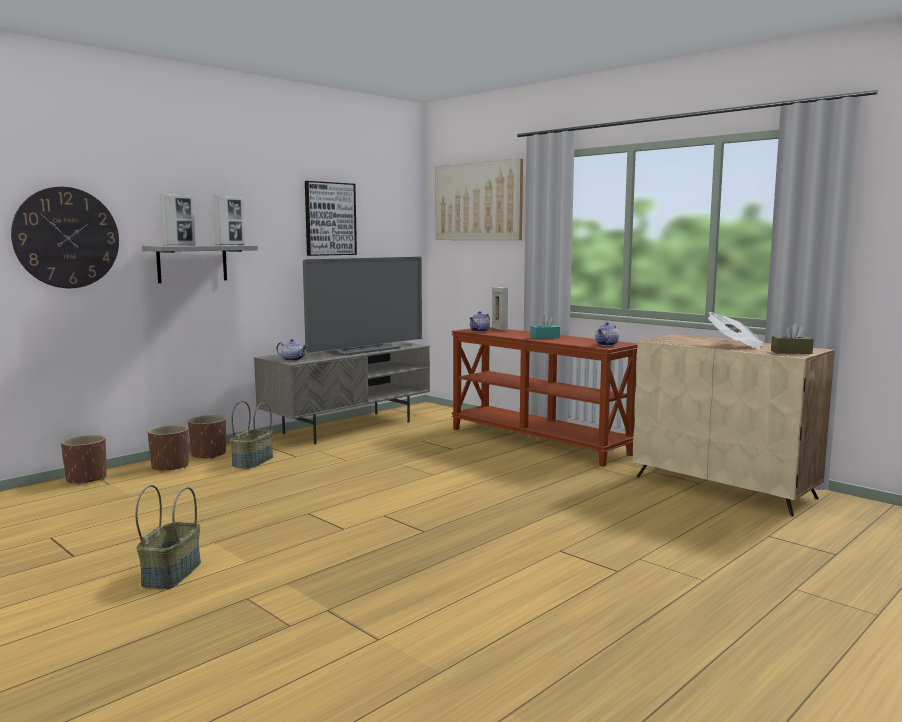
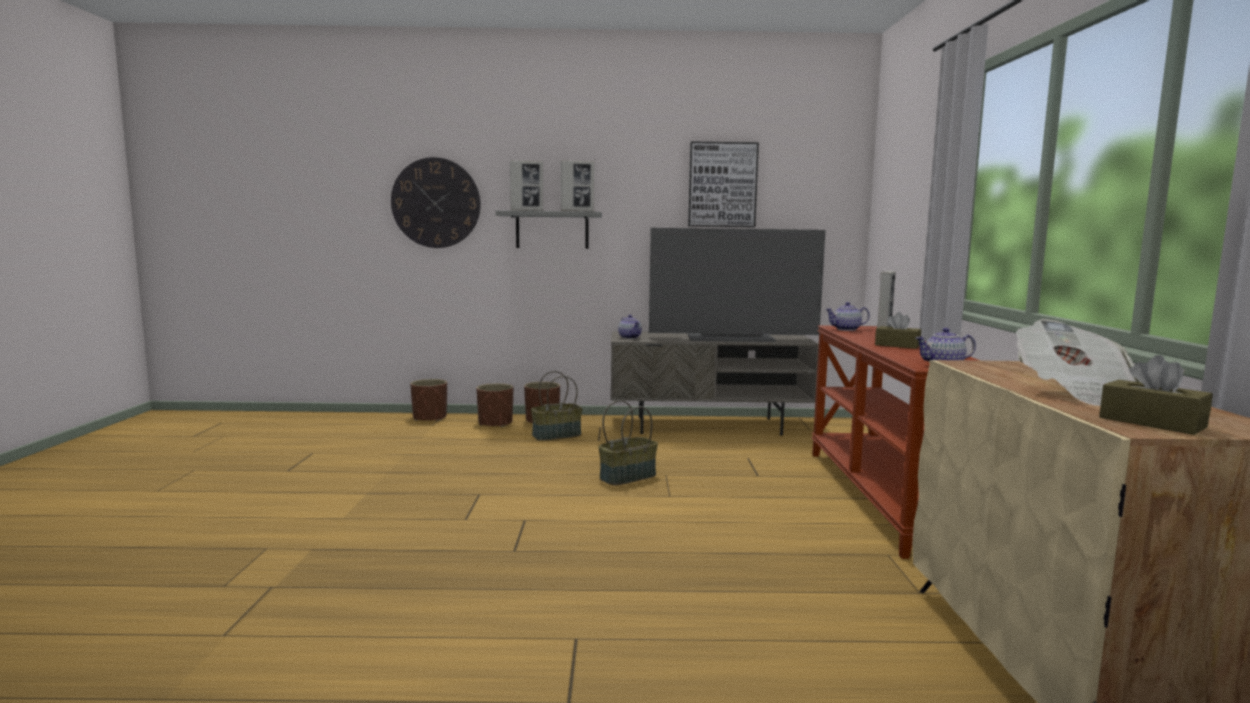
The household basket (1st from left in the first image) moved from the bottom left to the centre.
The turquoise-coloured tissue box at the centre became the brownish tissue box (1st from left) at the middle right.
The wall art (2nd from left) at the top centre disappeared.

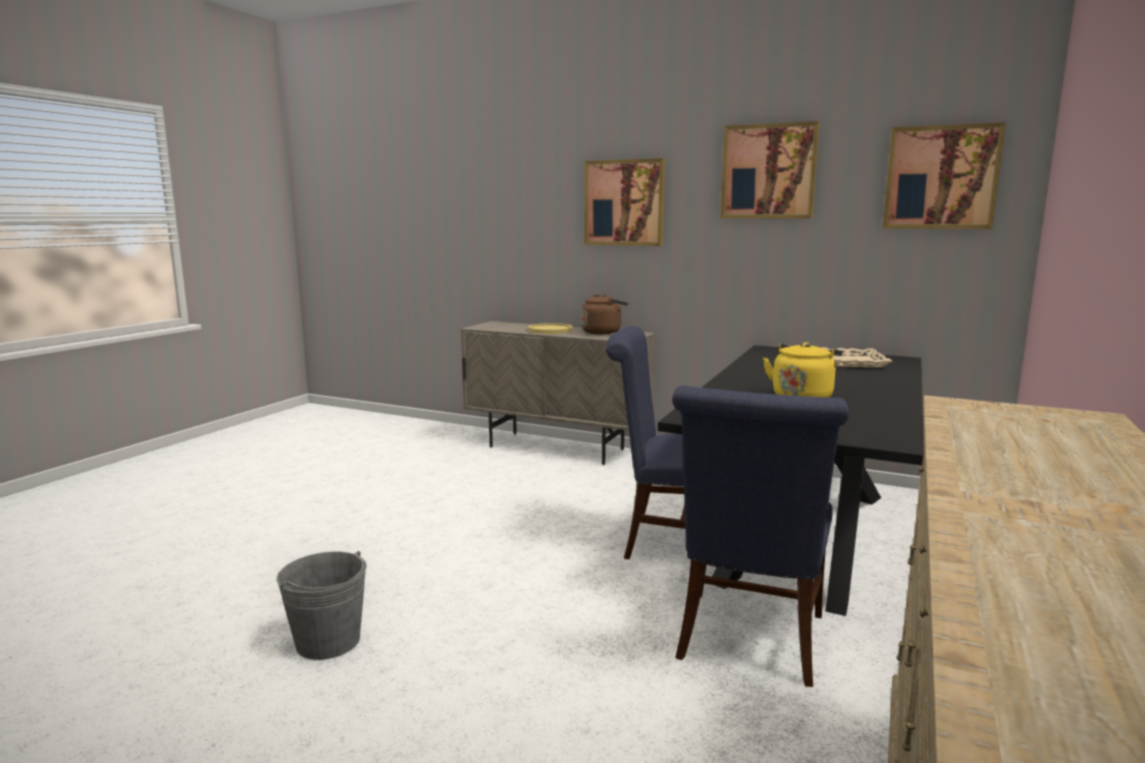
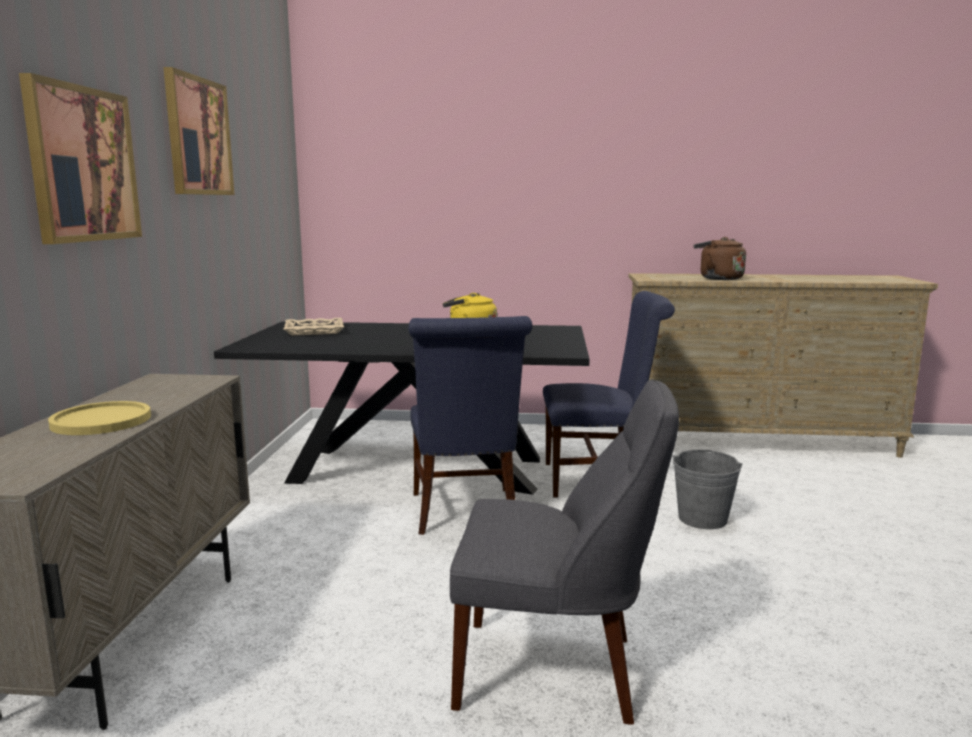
The gray chair at the bottom centre appeared.
The gray bucket moved from the bottom left to the middle right.
The brownish water kettle moved from the centre to the middle right.
The wall art (3rd from left) at the top right disappeared.

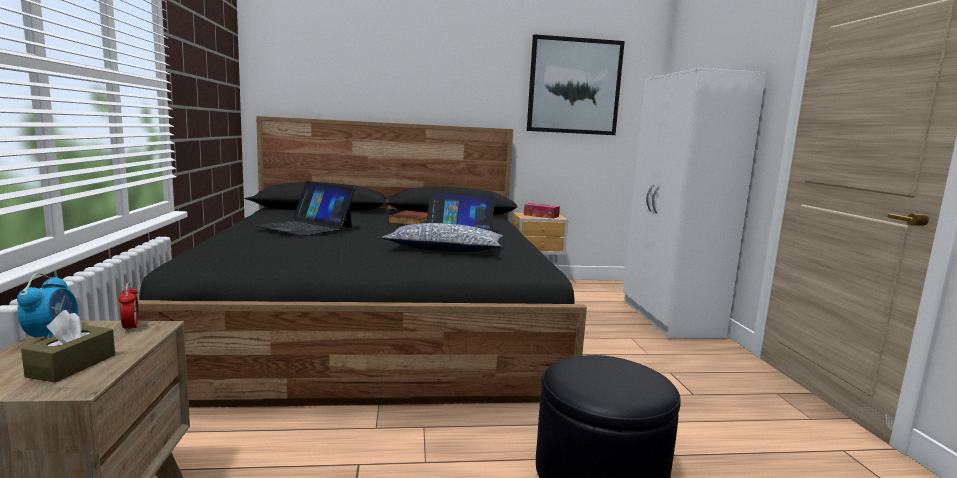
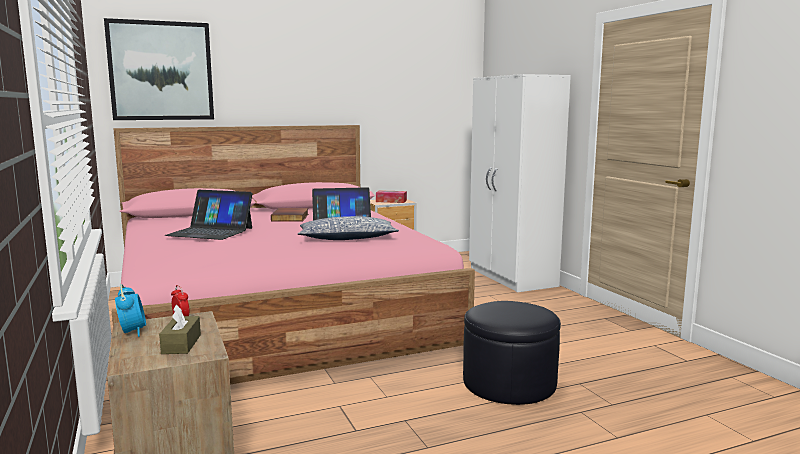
The wall art moved from the top centre to the top left.
The black-coloured bed at the centre became the pinkish bed at the centre.

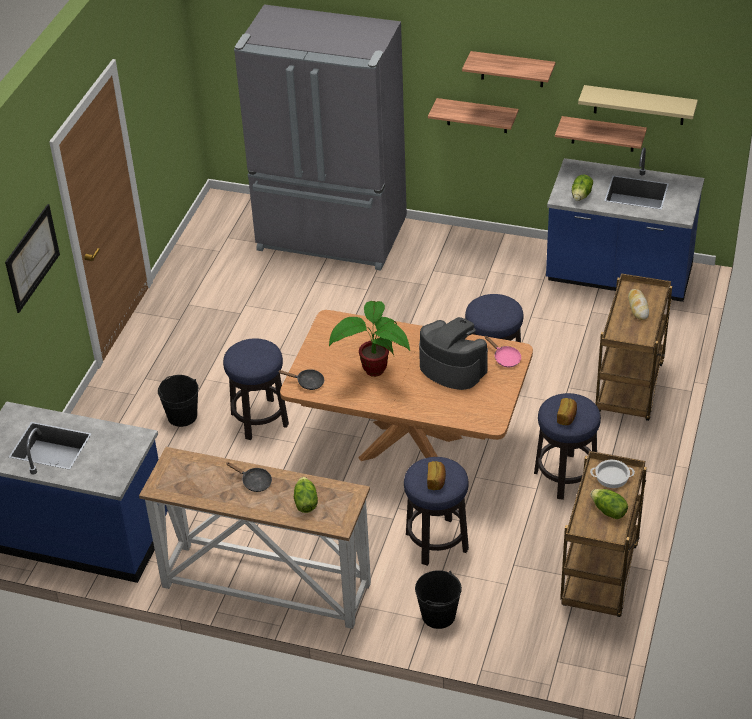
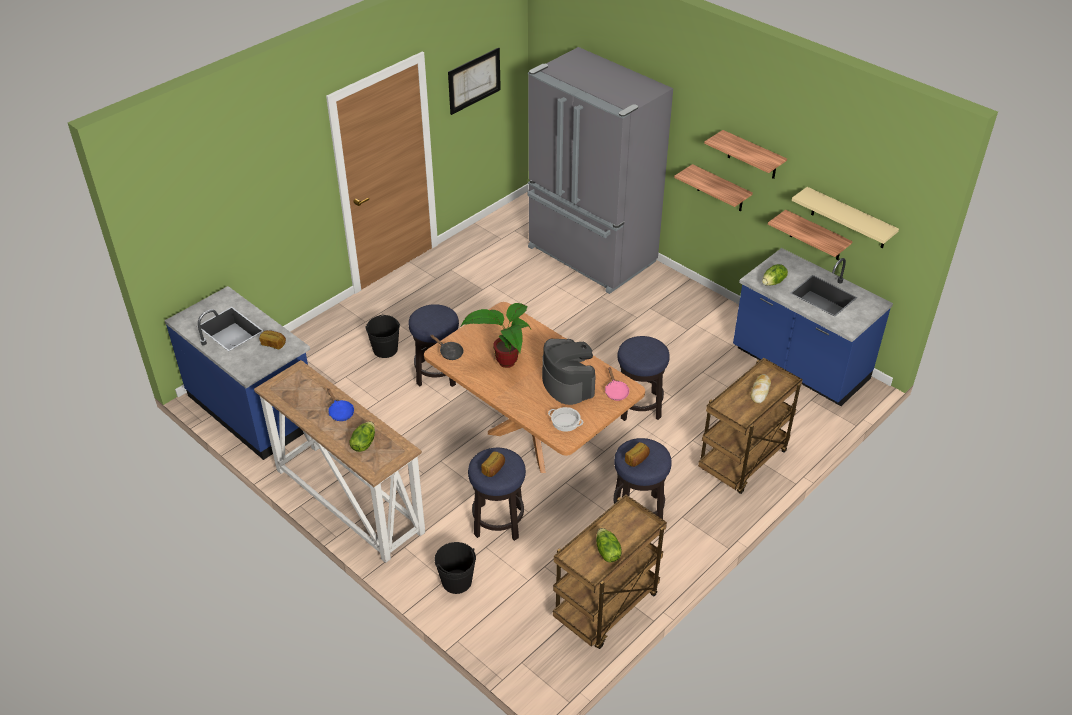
The bread (1st from left) at the middle left appeared.
The black-coloured pan (1st from left) at the middle left became the blue-coloured pan at the middle left.
The wall art moved from the middle left to the top centre.
The saucepot moved from the middle right to the centre.

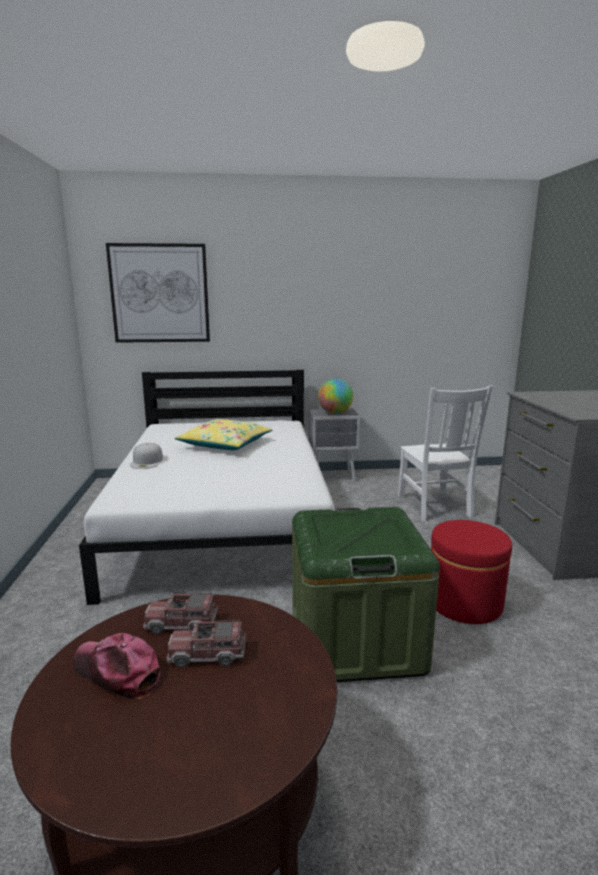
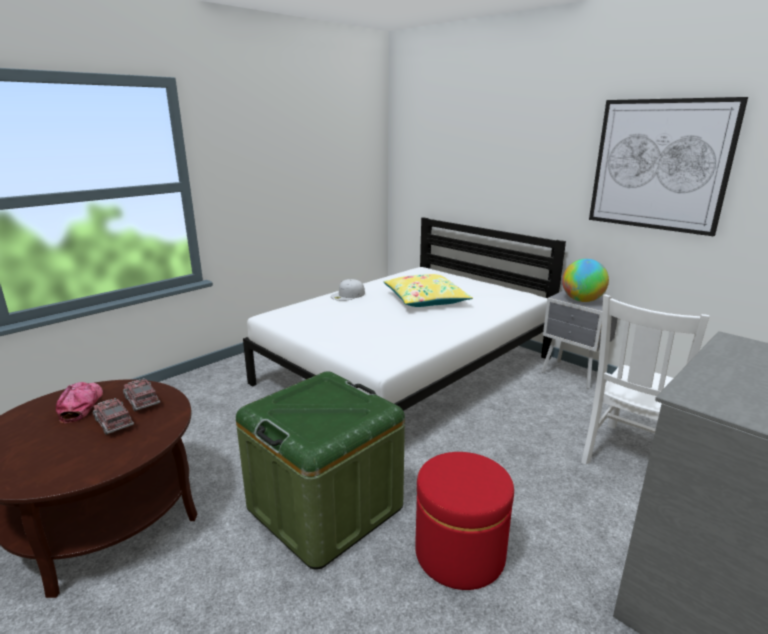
The wall art moved from the middle left to the top right.

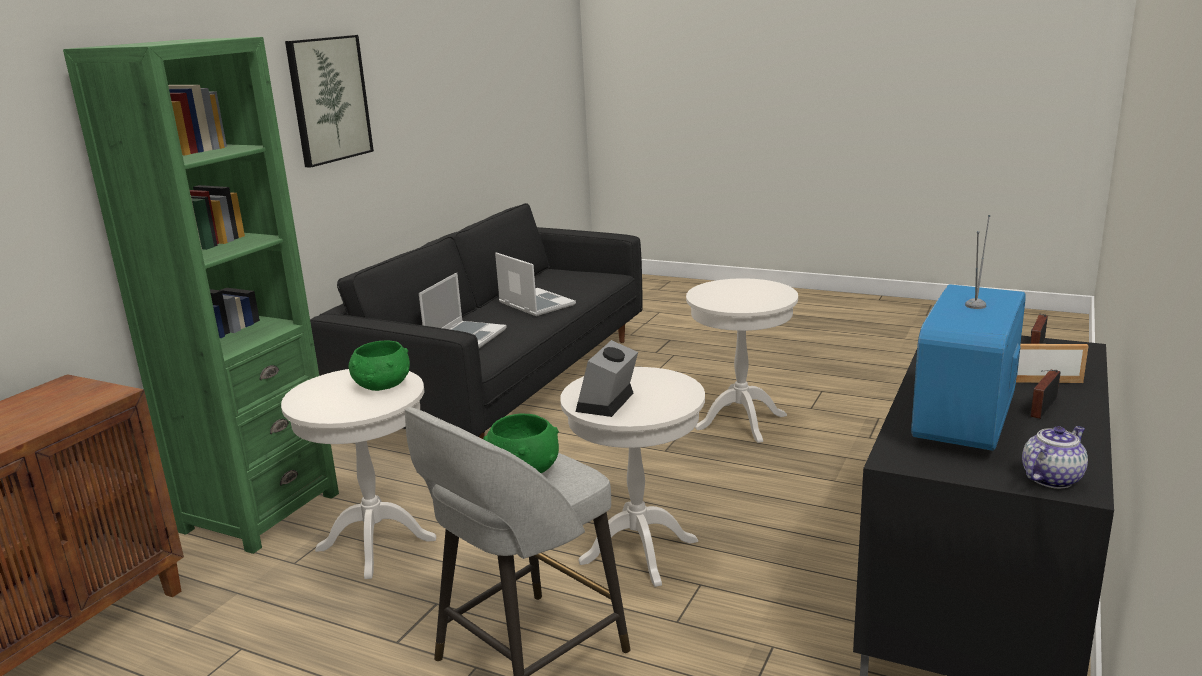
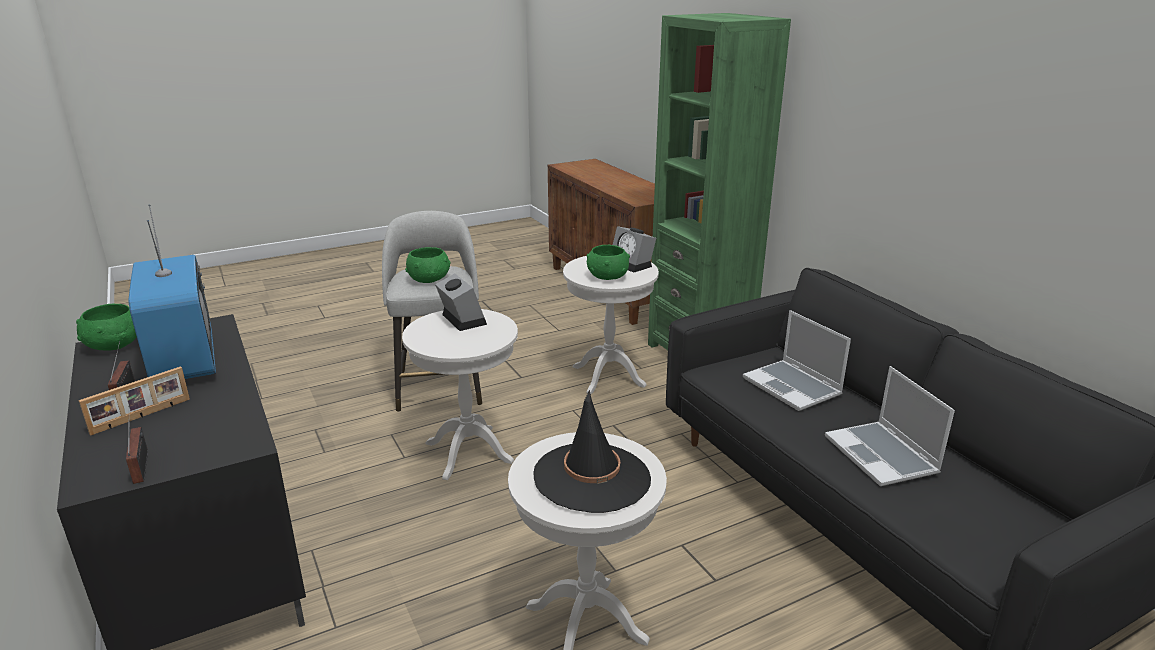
The pot for tea at the bottom right was replaced by the green serving bowl (1st from left) at the middle left.
The black-coloured hat at the bottom centre appeared.
The table clock (2nd from left) at the centre appeared.
The notebook computer (2nd from left) at the centre turned 75 degrees clockwise.
The wall art at the top left disappeared.

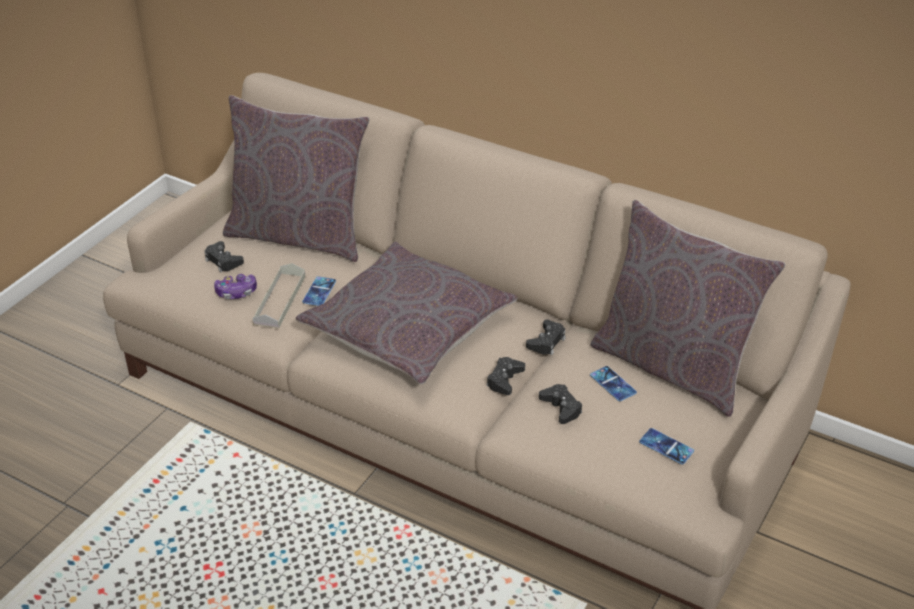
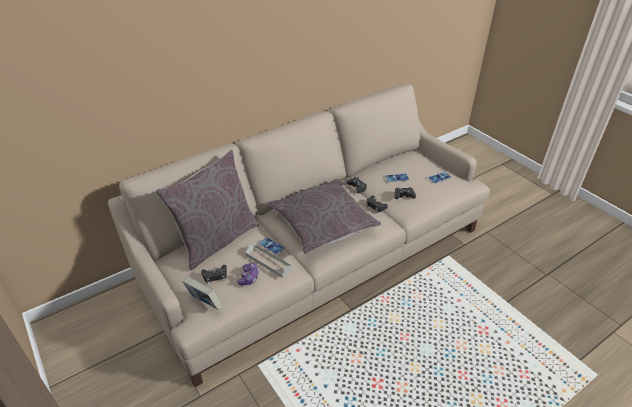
The book at the bottom left appeared.
The gray throw pillow (3rd from left) at the middle right disappeared.

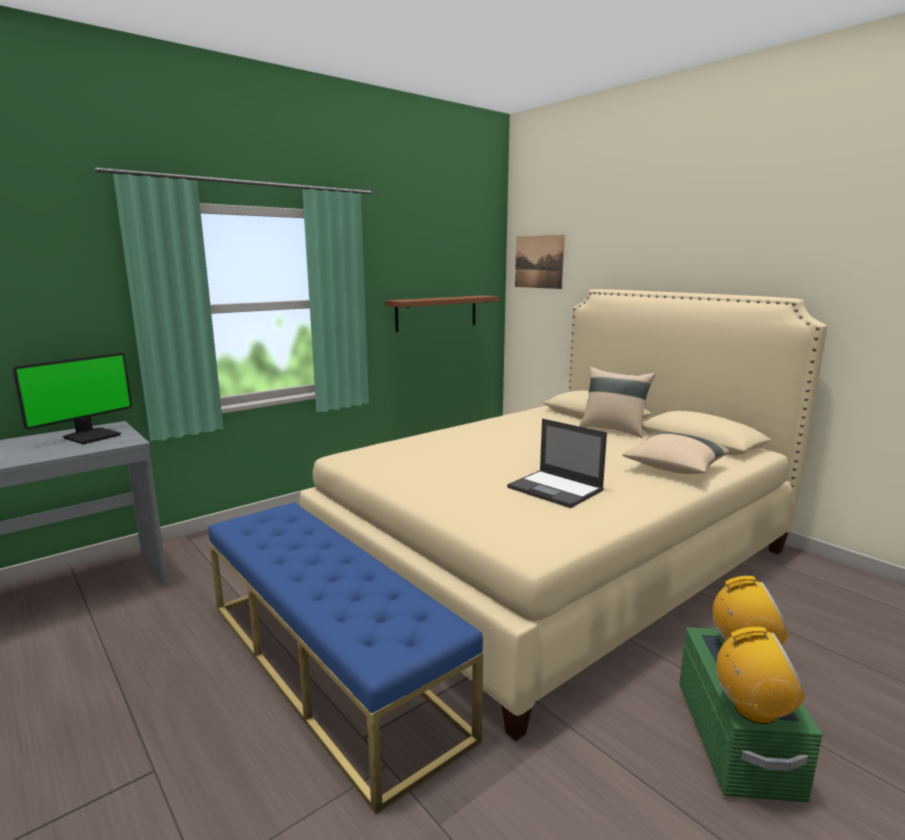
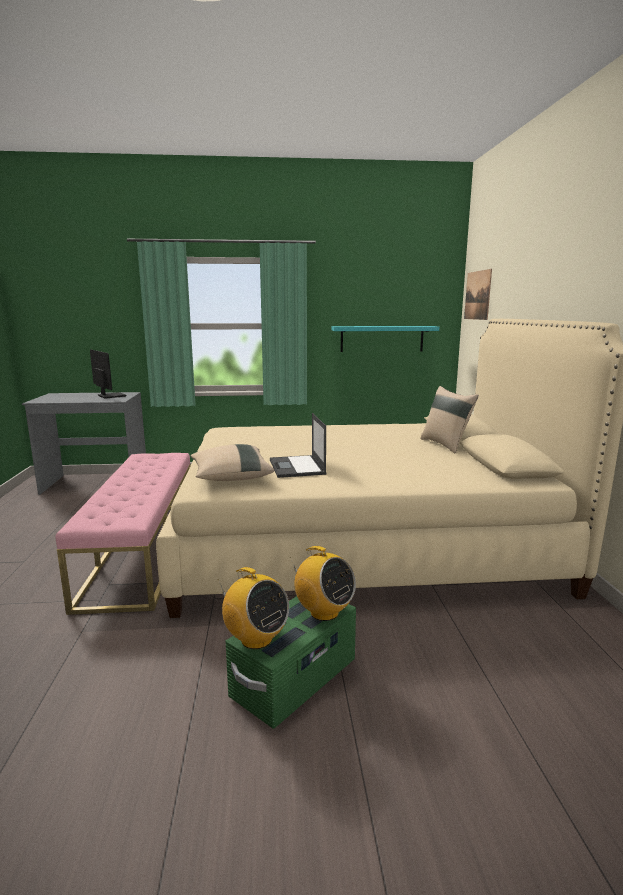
The blue-coloured indoor bench at the bottom centre became the pinkish indoor bench at the middle left.
The computer screen at the middle left turned 105 degrees counterclockwise.
The beige-coloured throw pillow (2nd from left in the first image) moved from the middle right to the centre.
The brownish wall shelf at the centre became the turquoise-coloured wall shelf at the centre.

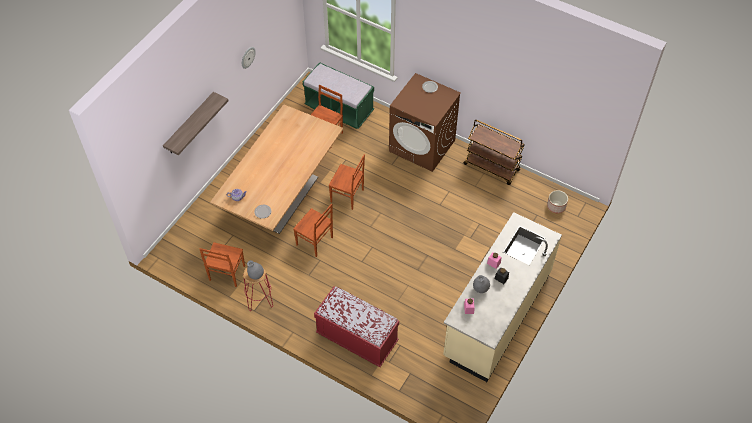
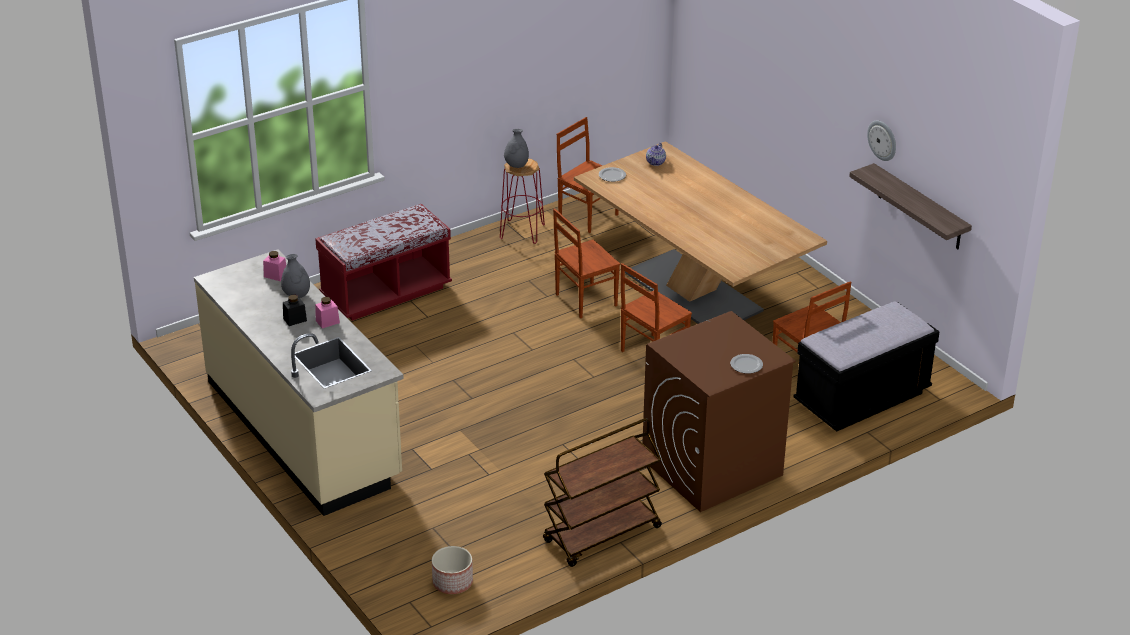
The green indoor bench at the top centre became the black-coloured indoor bench at the middle right.
The wall shelf moved from the top left to the top right.

